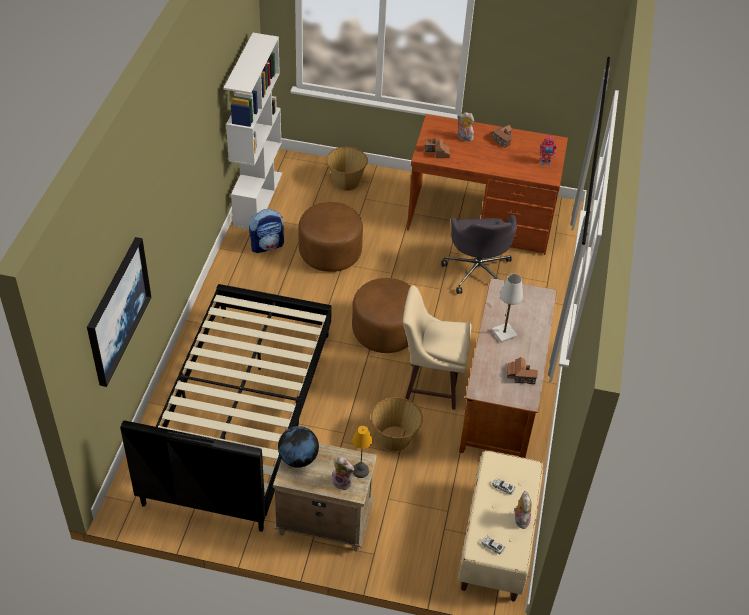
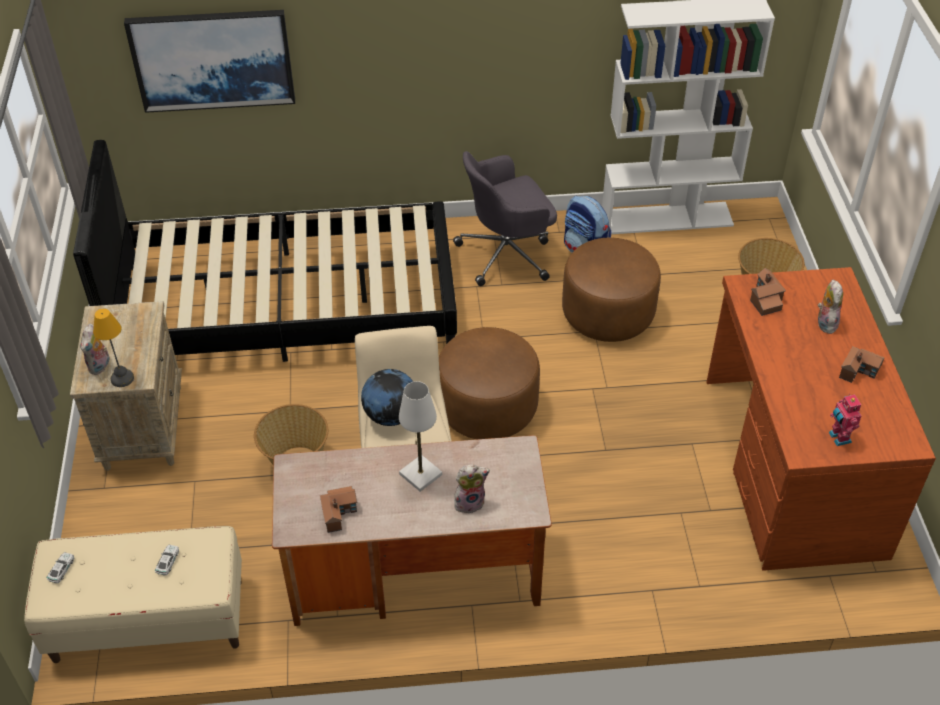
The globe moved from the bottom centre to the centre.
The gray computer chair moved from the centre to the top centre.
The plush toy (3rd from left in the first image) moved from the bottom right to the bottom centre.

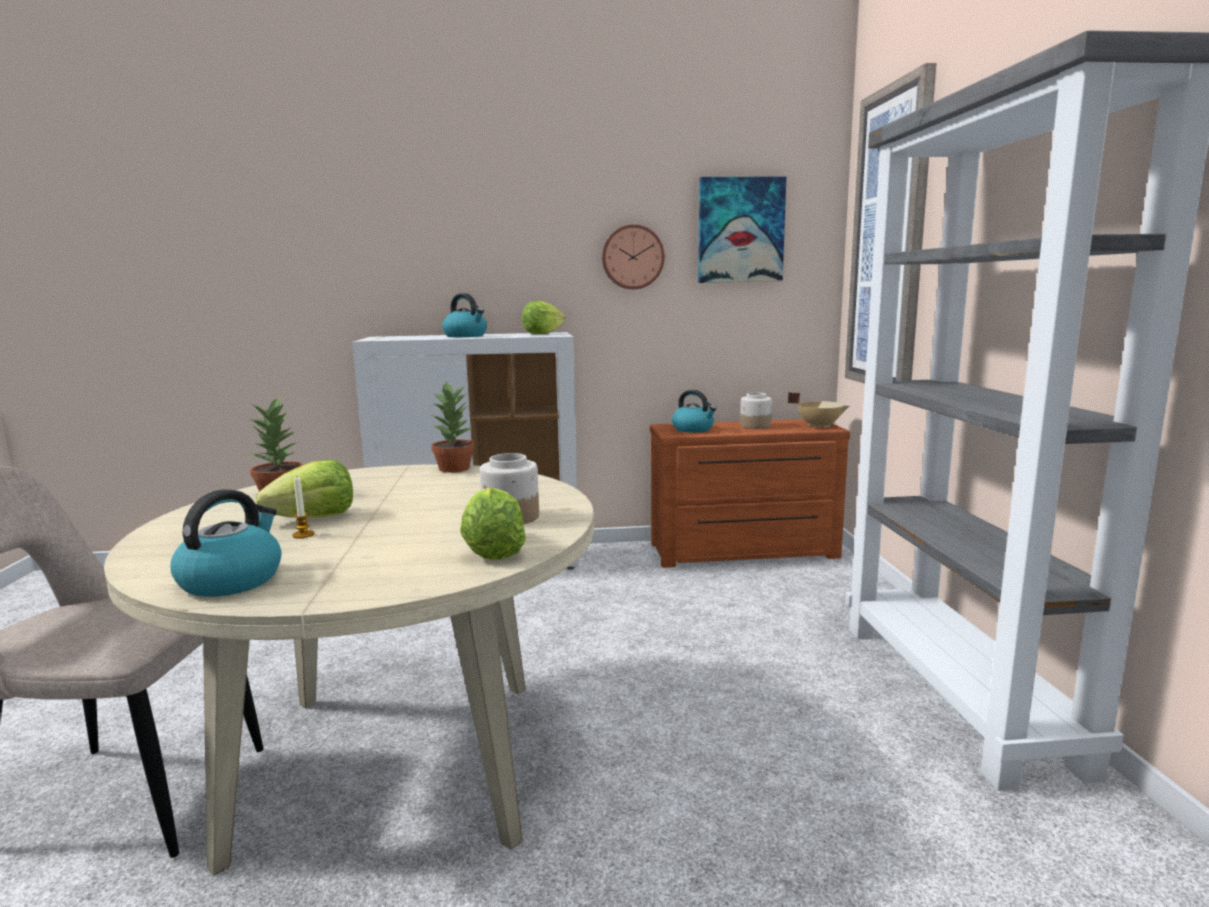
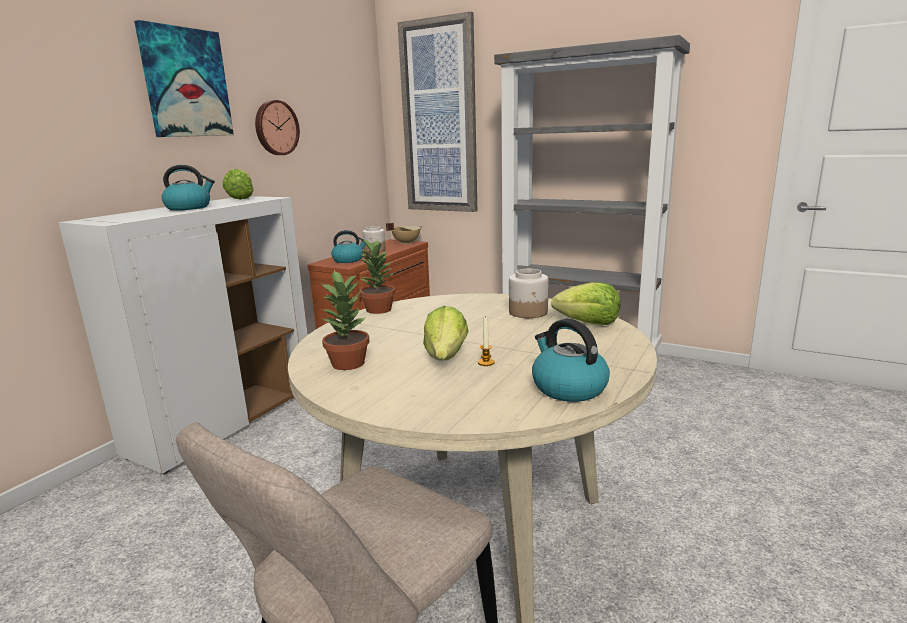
The wall art (1st from left) moved from the top centre to the top left.

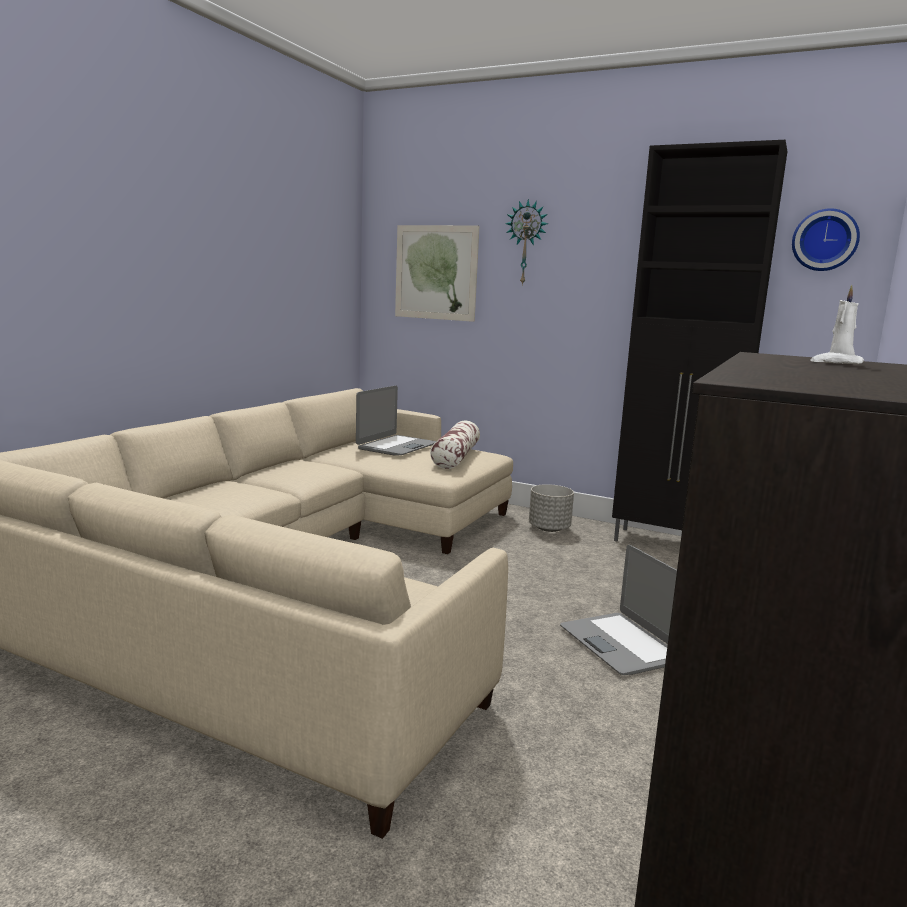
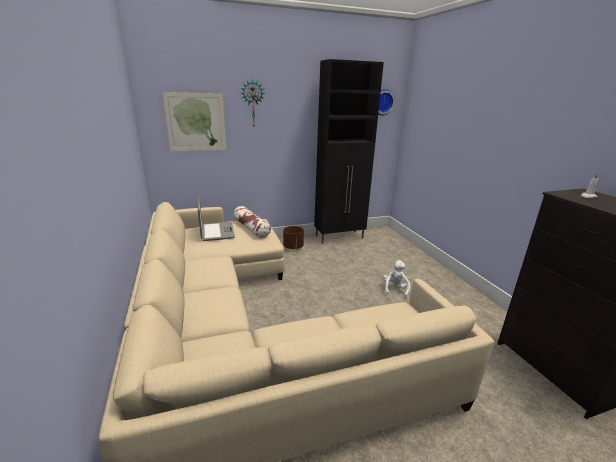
The gray planter at the centre became the brownish planter at the centre.
The notebook computer (2nd from left) at the bottom right was replaced by the whitish plush toy at the centre.

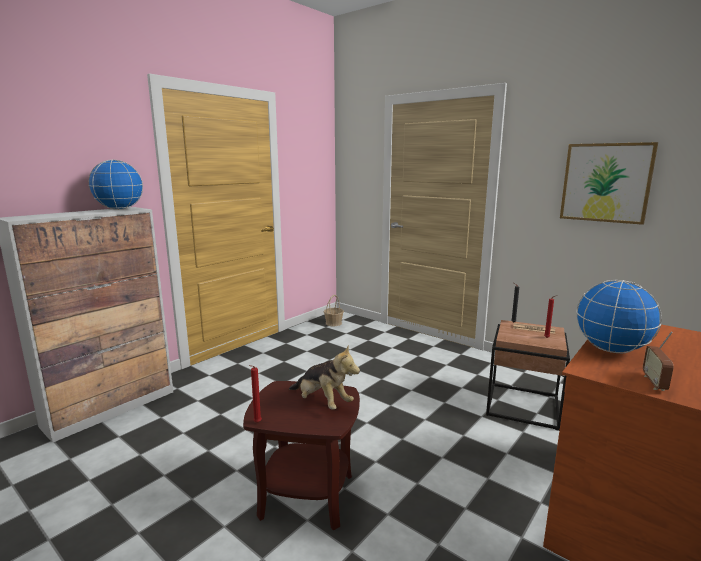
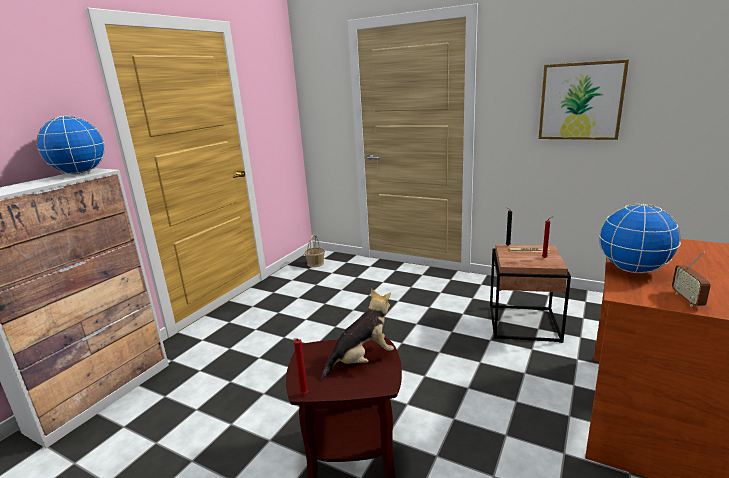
The plush toy at the bottom centre turned 60 degrees counterclockwise.

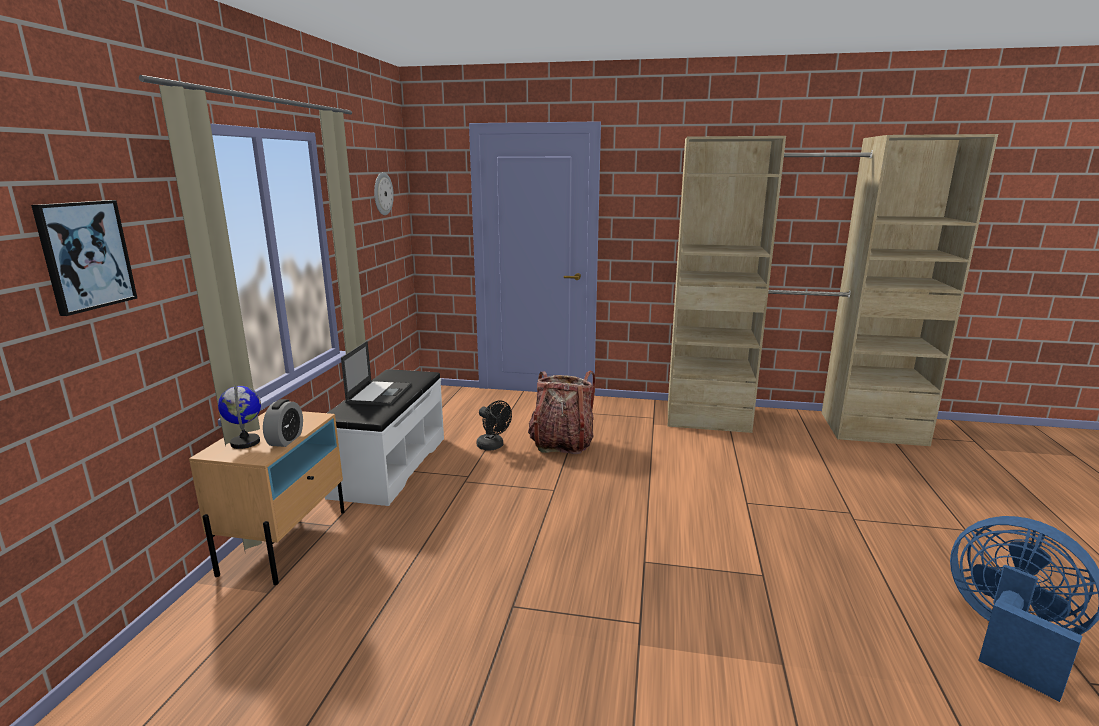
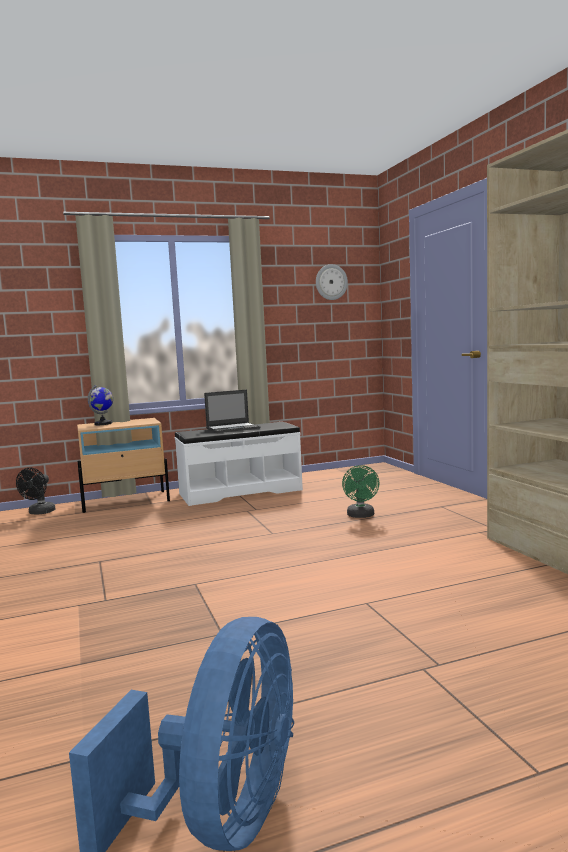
The black-coloured fan moved from the centre to the middle left.
The rucksack at the centre was replaced by the green fan at the centre.
The wall art at the middle left disappeared.
The table clock at the middle left disappeared.

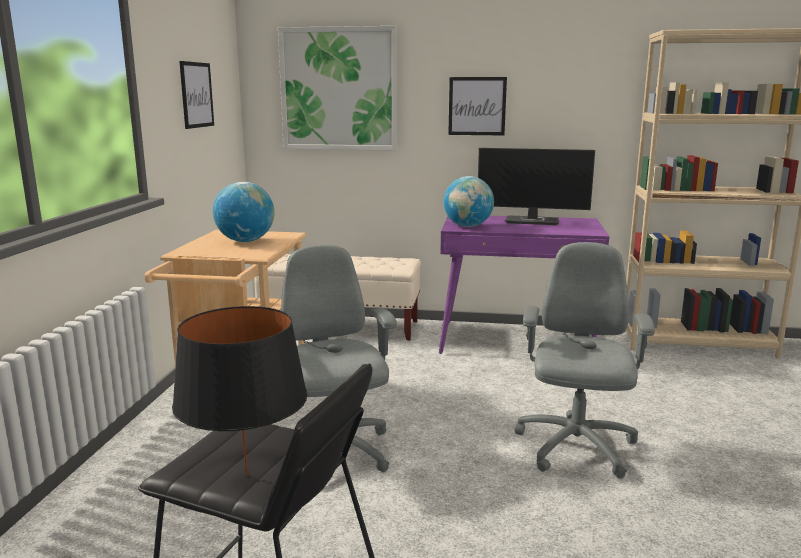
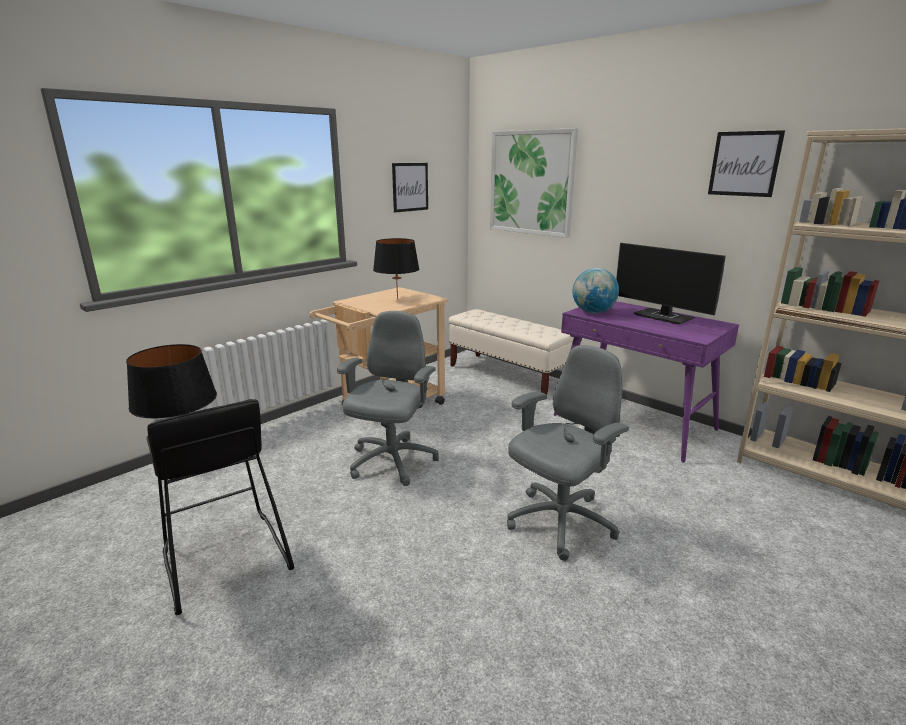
The globe (1st from left) at the middle left was replaced by the black-coloured lamp for a table (2nd from left) at the centre.
The wall art (3rd from left) moved from the top centre to the top right.

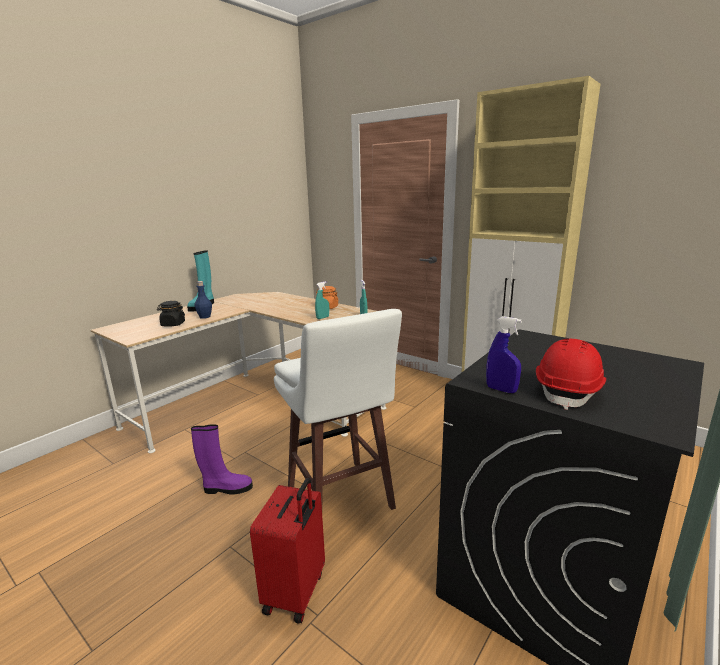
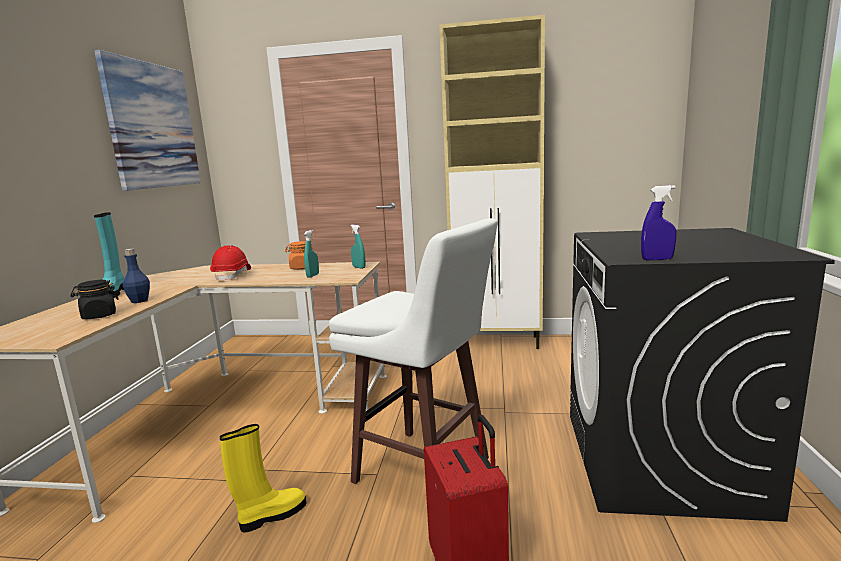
The wall art at the top left appeared.
The red-coloured work helmet moved from the middle right to the middle left.
The purplish boot at the bottom left became the yellowish boot at the bottom left.

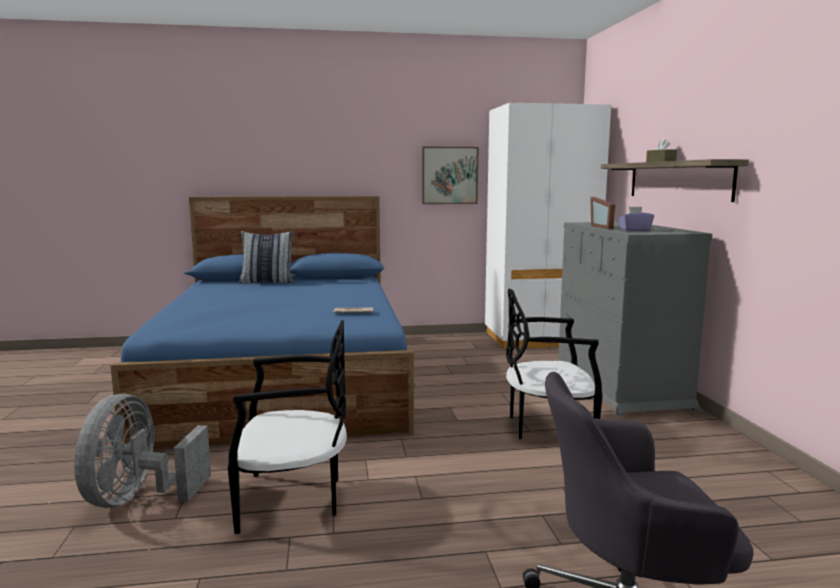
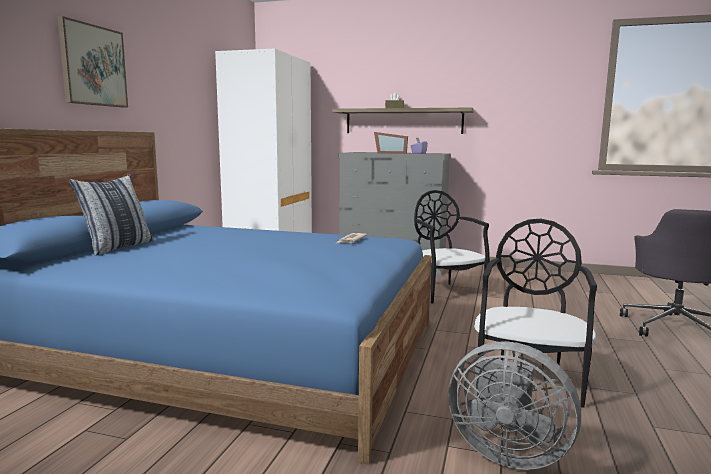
The wall art moved from the top centre to the top left.
The black-coloured chair (2nd from left in the first image) at the centre turned 135 degrees clockwise.

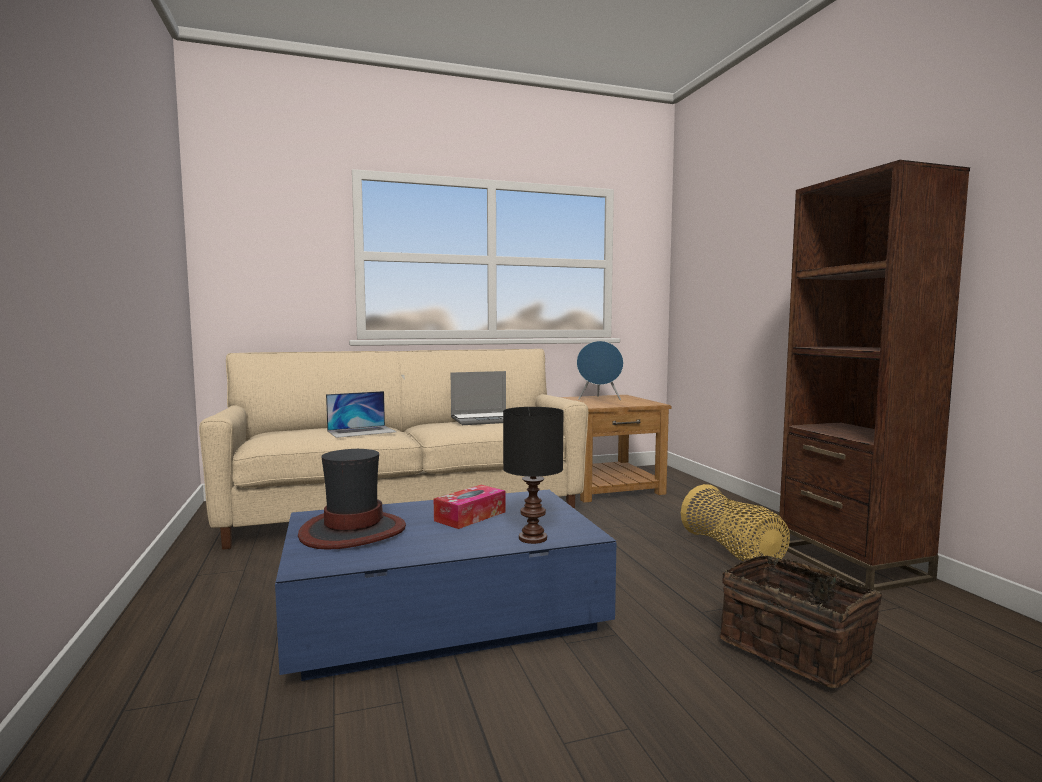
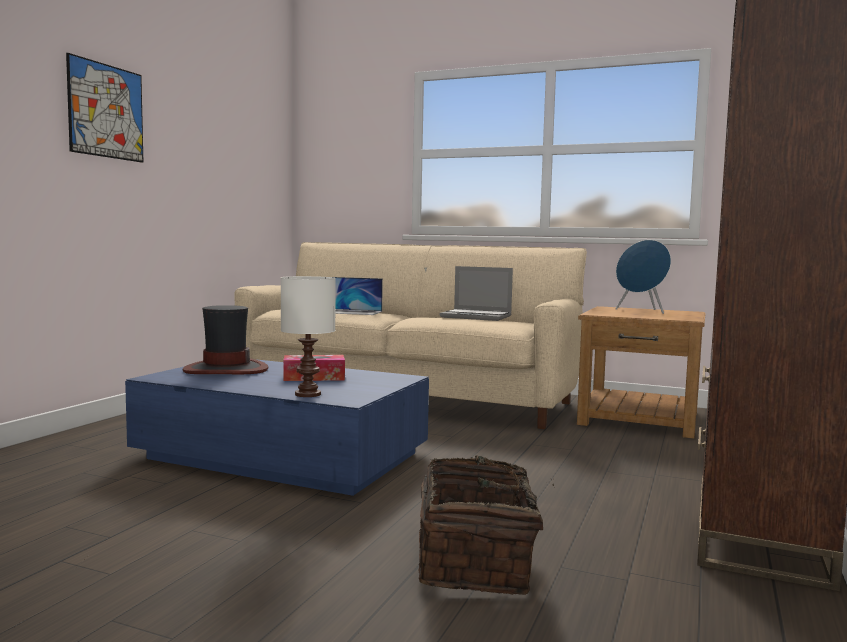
The wall art at the top left appeared.
The black-coloured lamp for a table at the centre became the whitish lamp for a table at the centre.
The household basket (1st from left) at the bottom right disappeared.

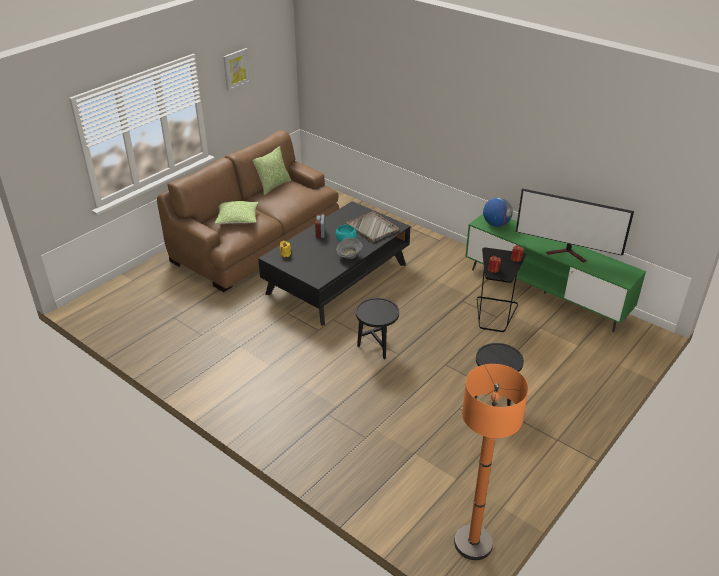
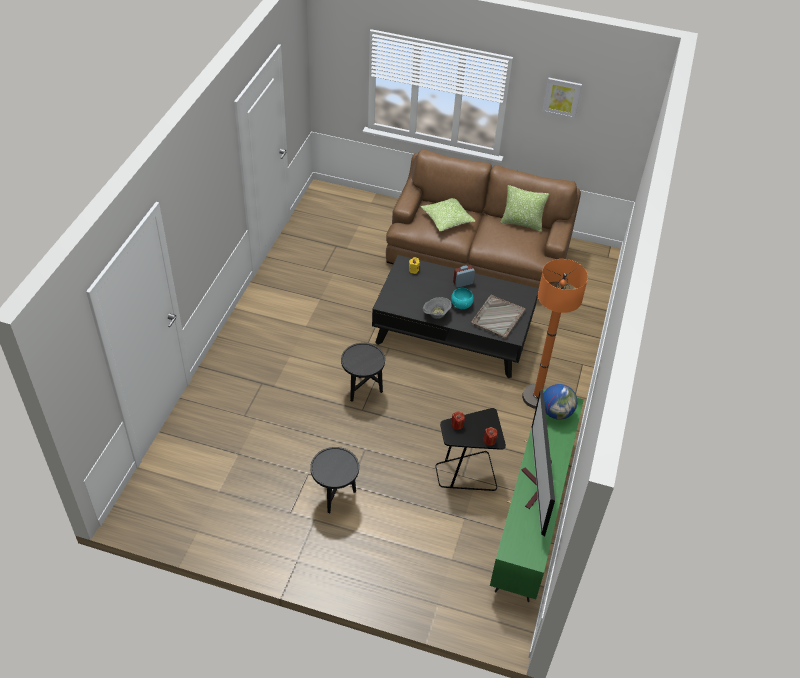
The orangey standard lamp moved from the bottom right to the middle right.

